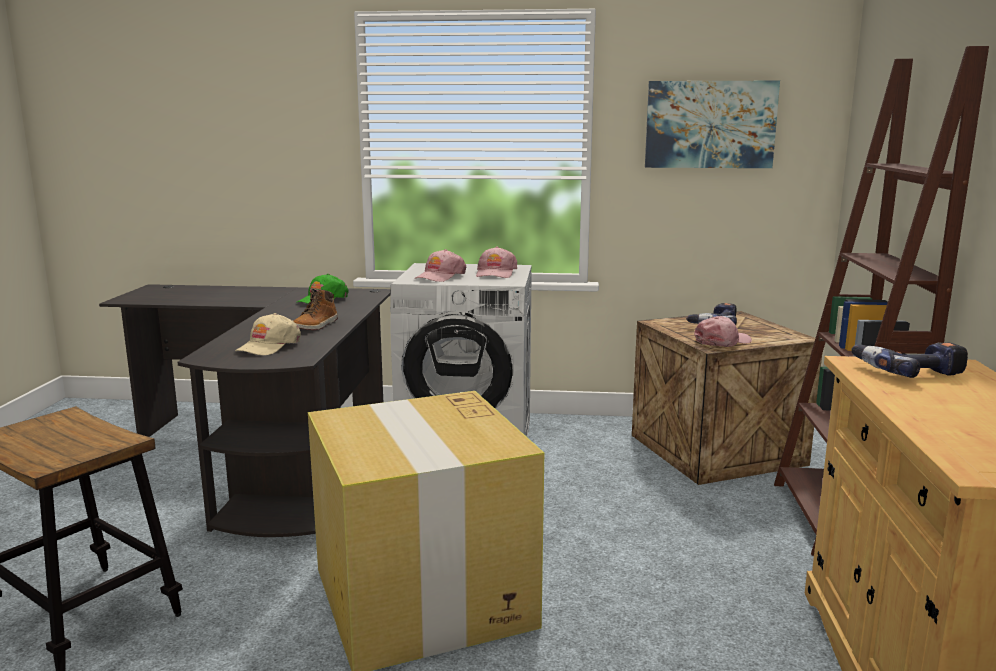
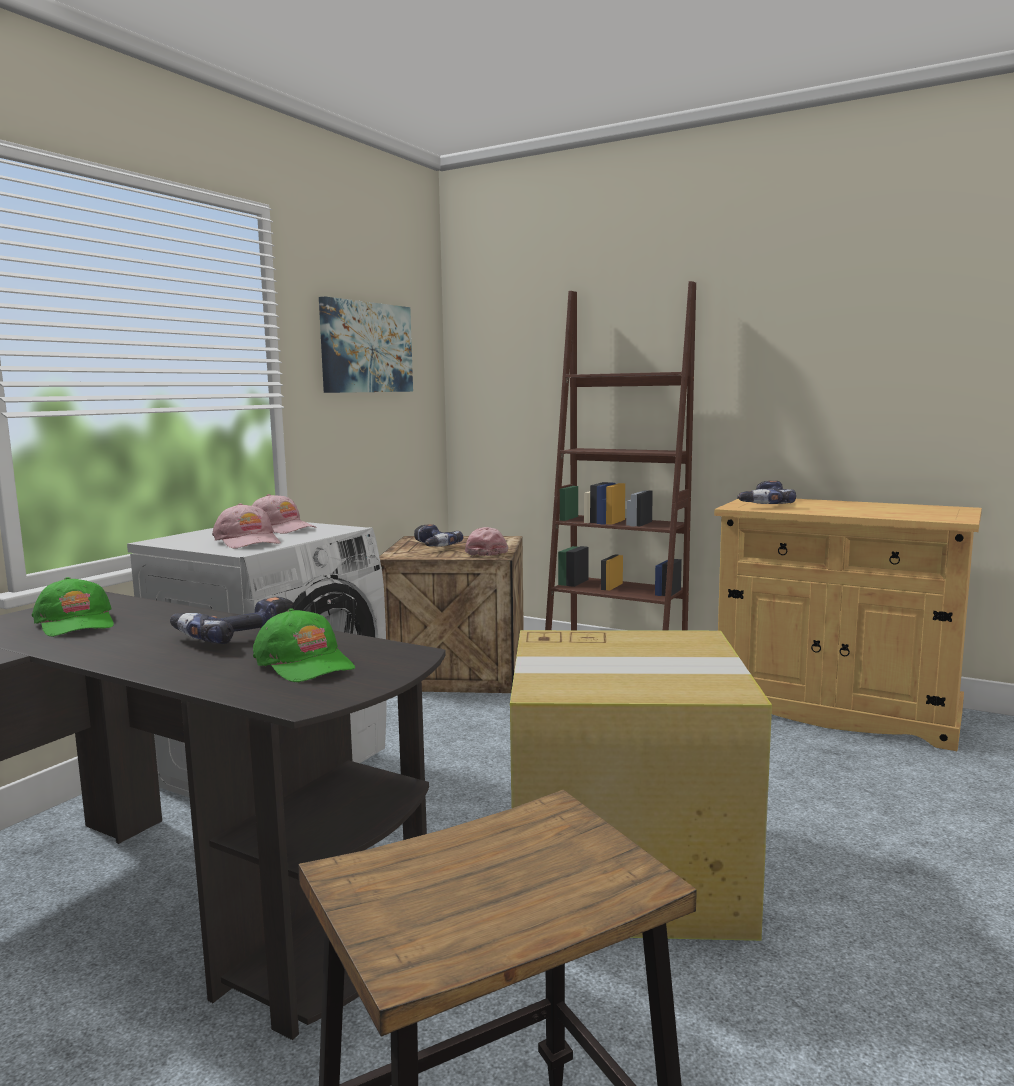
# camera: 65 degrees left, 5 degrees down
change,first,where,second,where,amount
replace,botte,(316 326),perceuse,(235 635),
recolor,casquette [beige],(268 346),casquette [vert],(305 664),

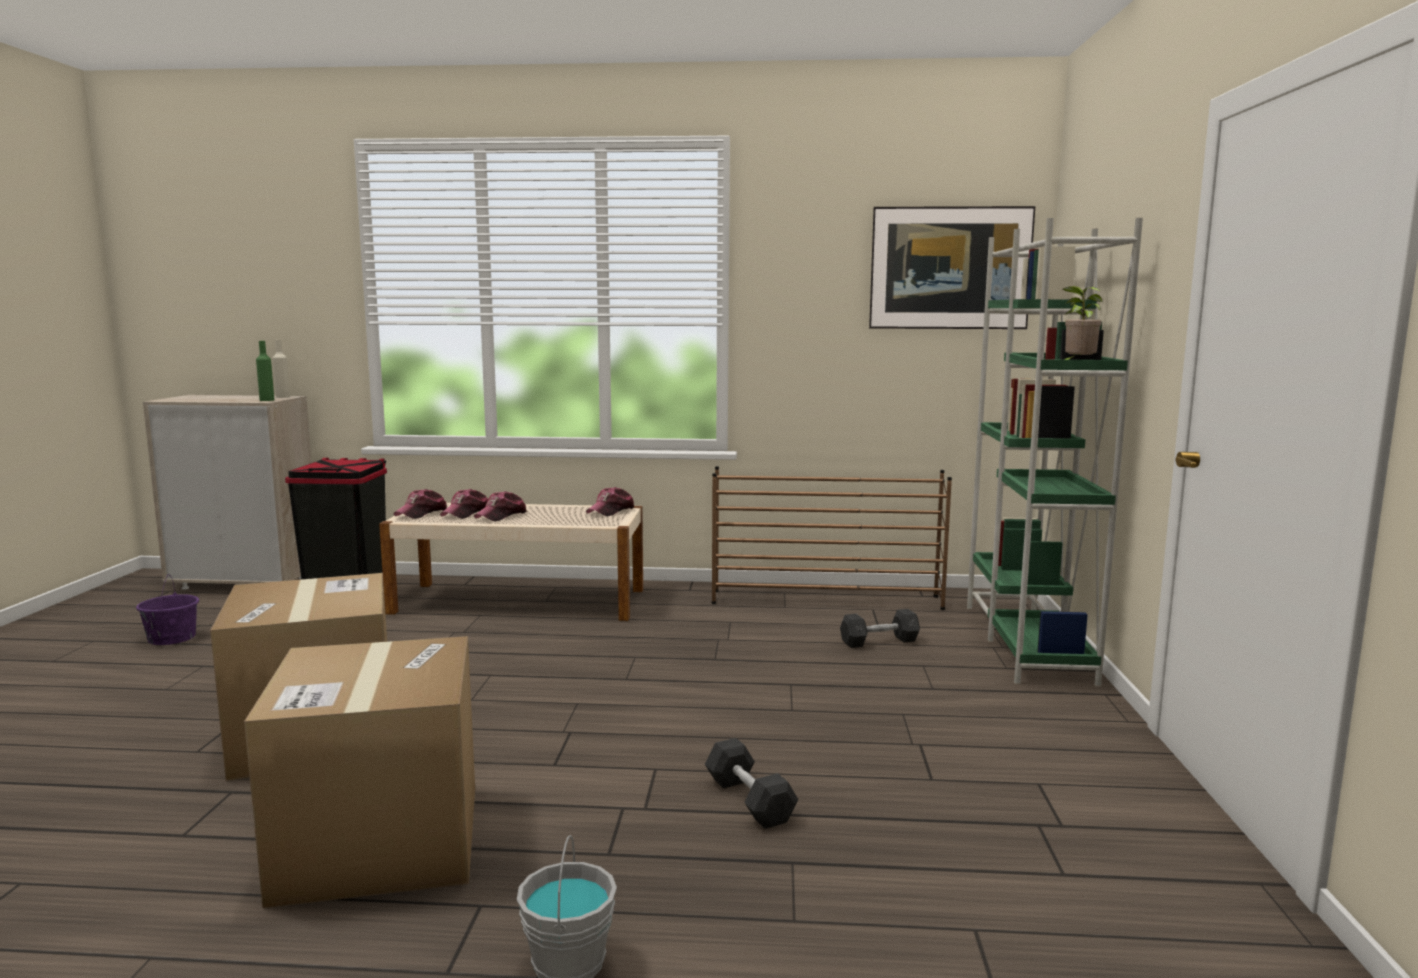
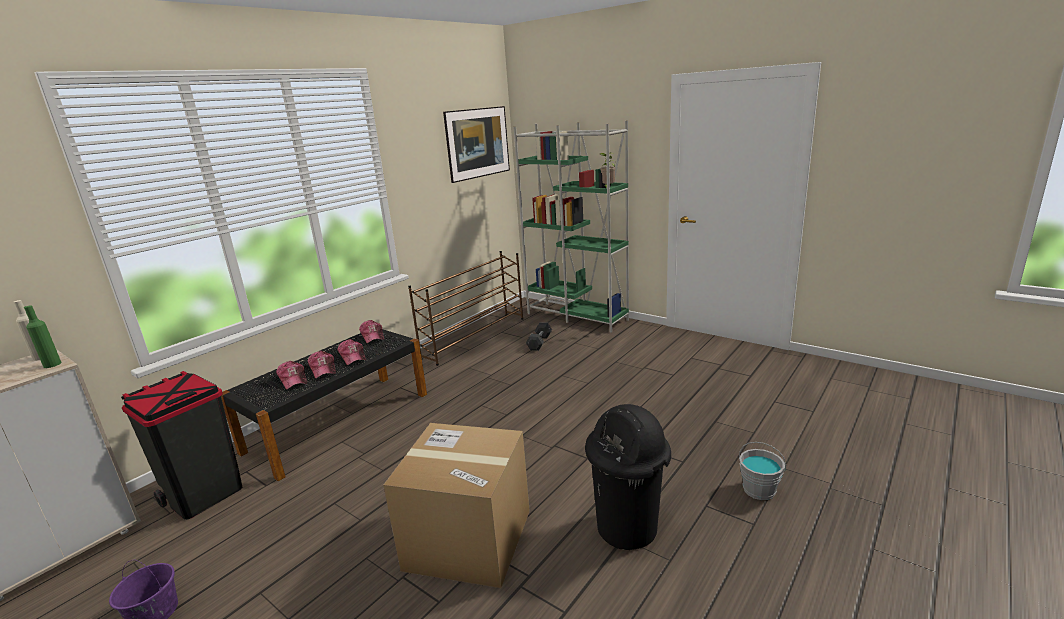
# camera: 55 degrees left, 10 degrees up
change,first,where,second,where,amount
delete,haltère [gris],(749 800),,,
move,casquette,(421 513),,(353 357),
replace,carton,(380 841),poubelle [noir],(628 529),
recolor,banc [beige],(520 601),banc [noir],(338 422),

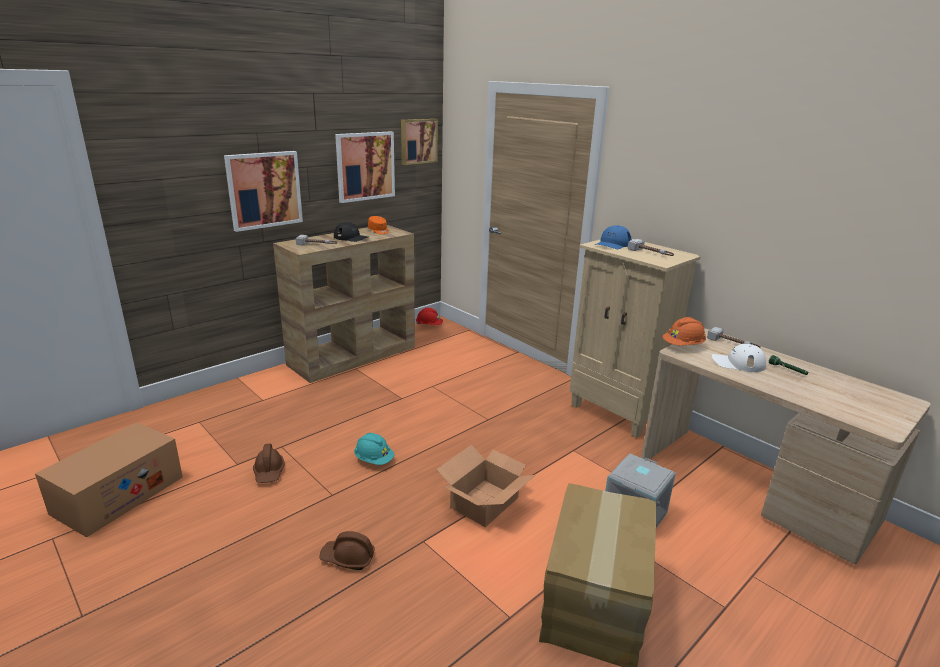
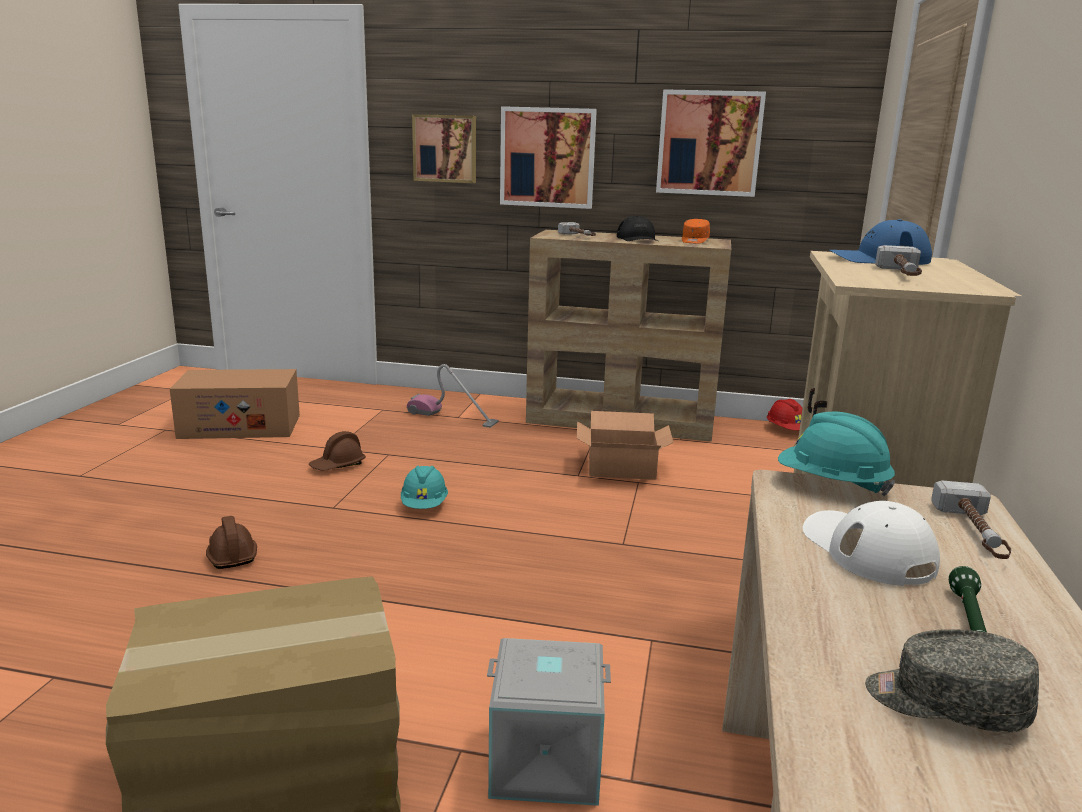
# camera: 55 degrees right, 5 degrees down
change,first,where,second,where,amount
insert,,,aspirateur,(452 417),
insert,,,casquette [gris],(945 704),
move,tableau,(418 141),,(445 148),
move,carton,(485 502),,(622 468),
recolor,casque de chantier [orange],(683 346),casque de chantier [turquoise],(831 485),

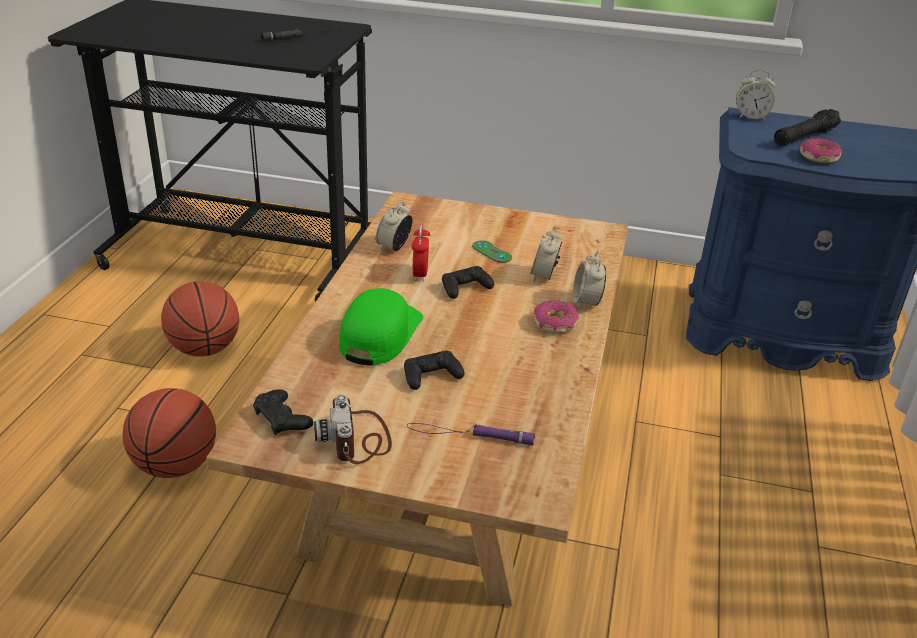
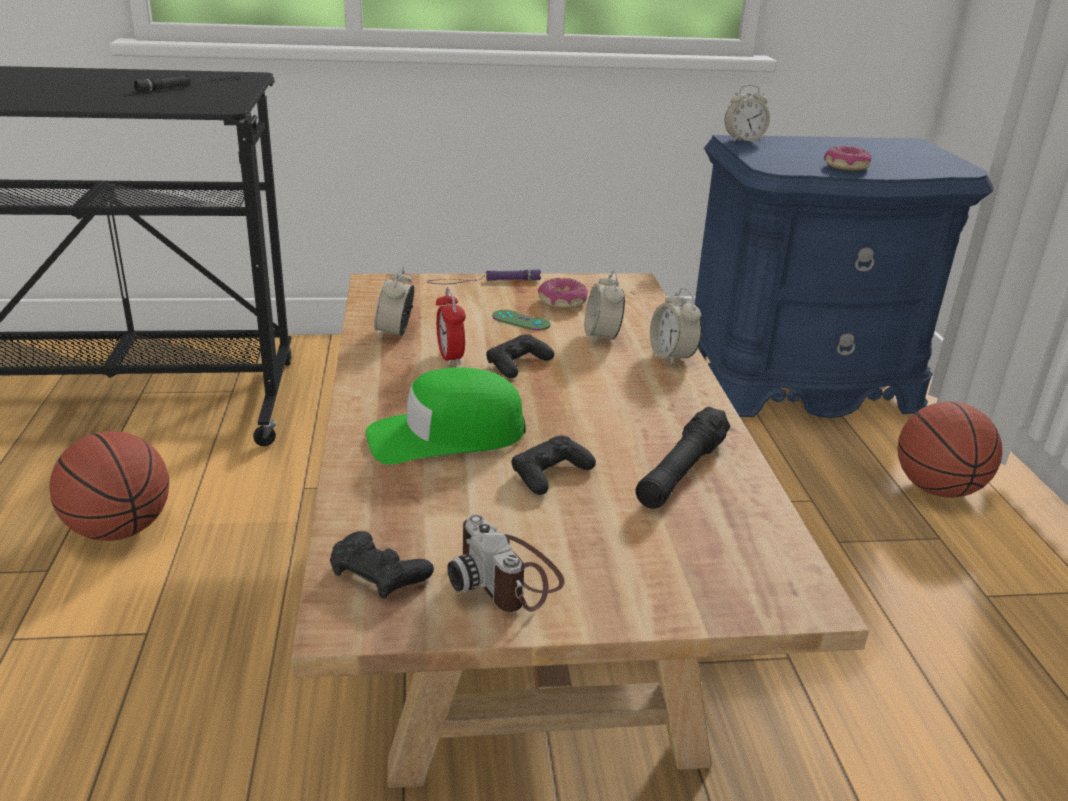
# camera: 20 degrees left, 5 degrees down
change,first,where,second,where,amount
move,ballon de basket,(176 466),,(937 489),
move,lampe de poche [violet],(469 435),,(483 281),
move,beignet,(554 324),,(562 302),
move,lampe de poche [noir],(804 137),,(681 472),
rotate,casquette [vert],(380 334),,(446 435),105 degrees counterclockwise

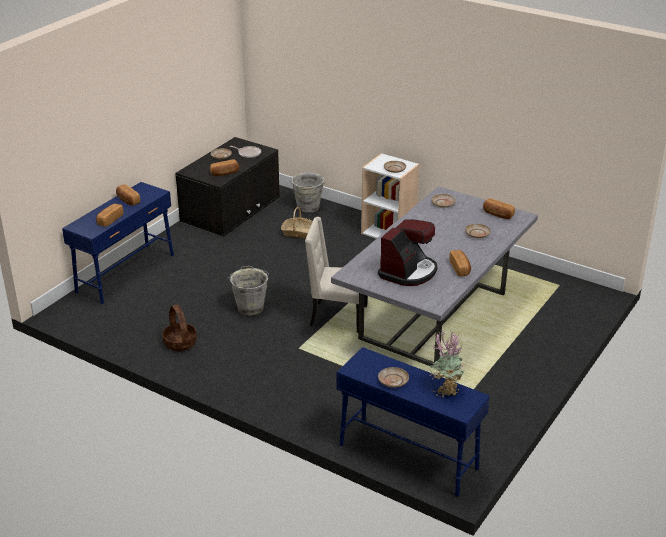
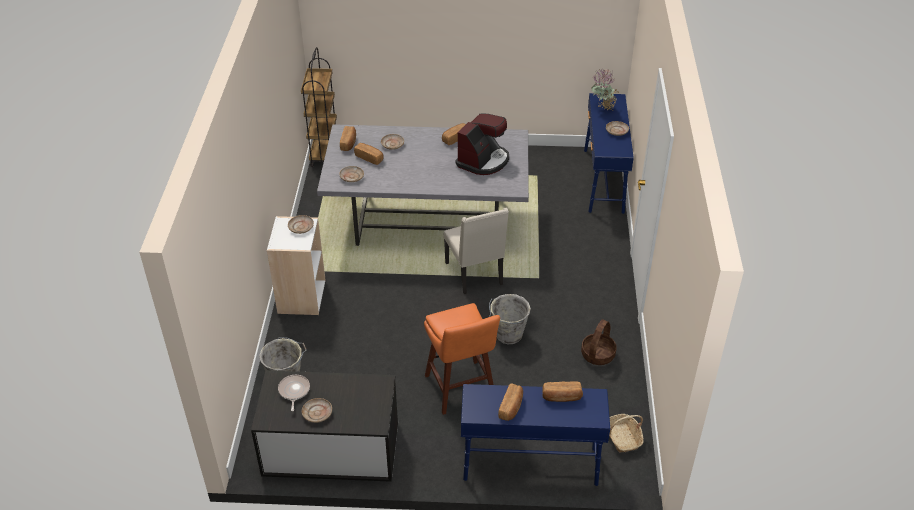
# camera: 120 degrees left, 10 degrees up
change,first,where,second,where,amount
insert,,,chariot [marron],(324 155),
insert,,,tabouret [orange],(461 389),
move,pain,(225 173),,(369 158),
move,panier,(298 232),,(622 438),
rotate,machine à café,(408 272),,(483 161),120 degrees clockwise

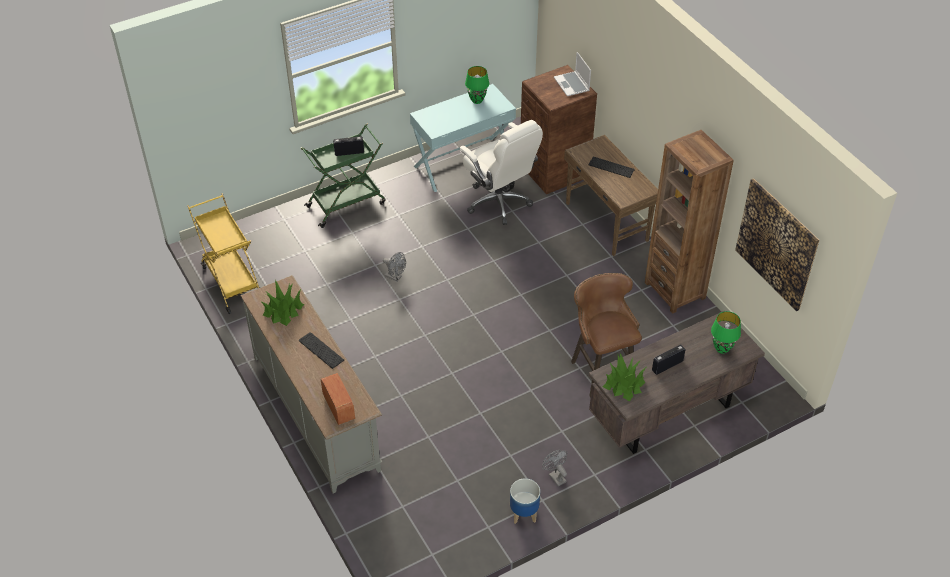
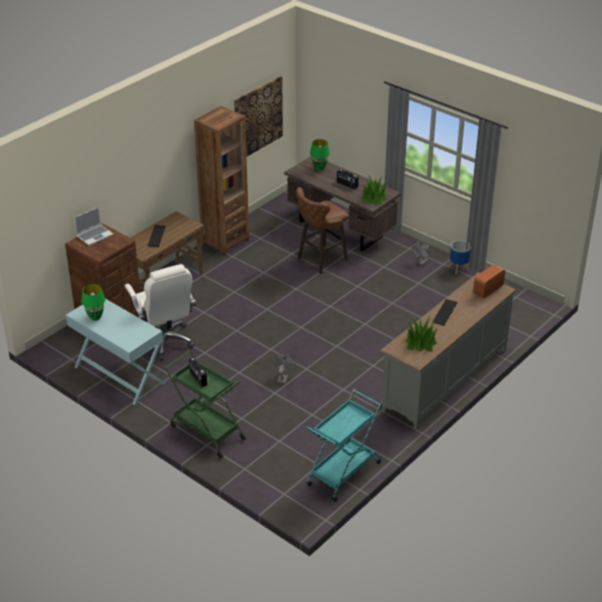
# camera: 110 degrees left, 10 degrees down
change,first,where,second,where,amount
recolor,chariot [jaune],(232 283),chariot [turquoise],(343 474),
rotate,chaise de bureau [blanc],(499 203),,(165 342),120 degrees clockwise

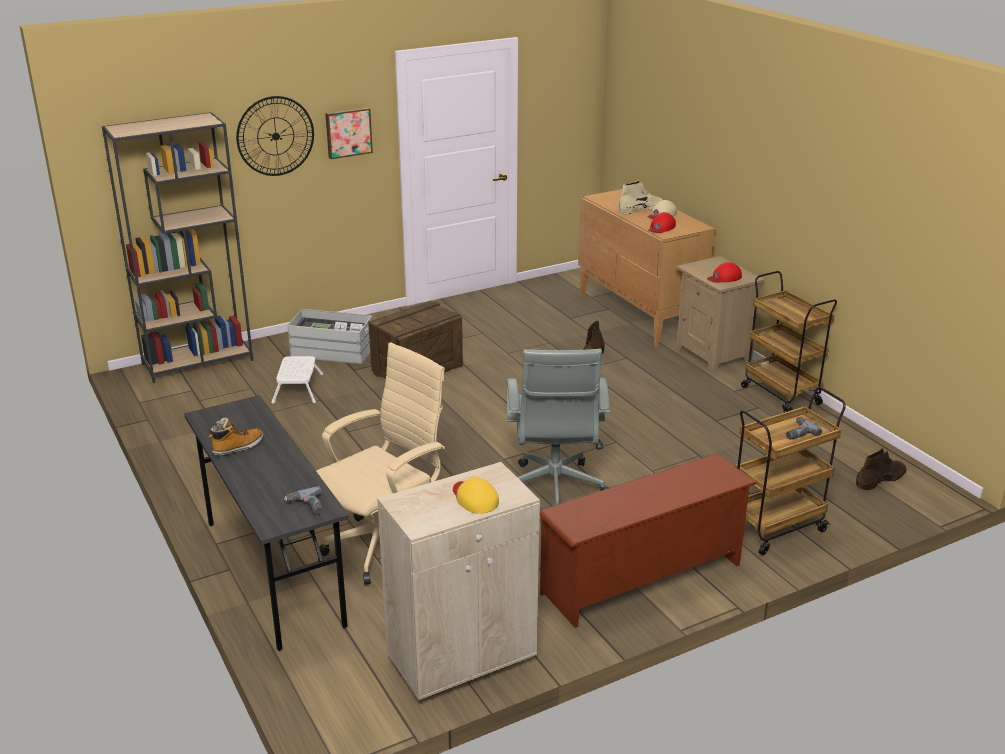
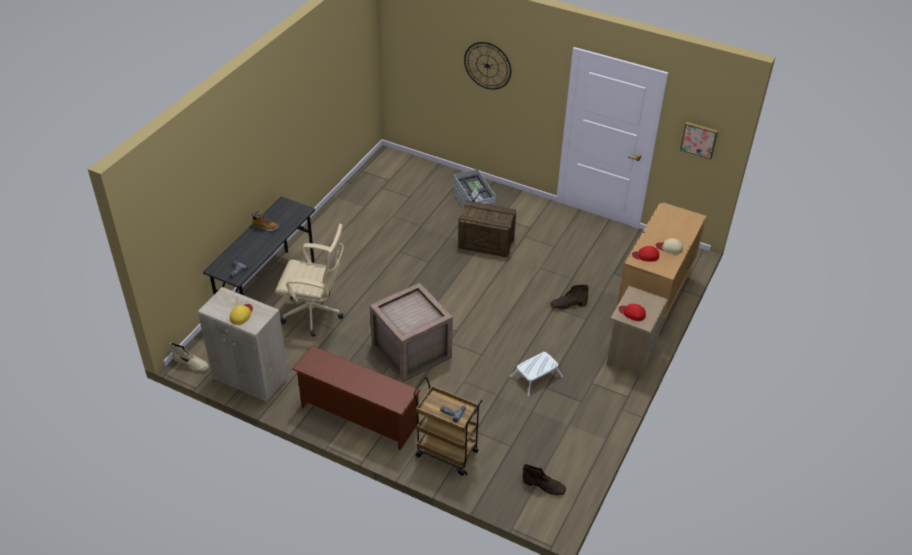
# camera: 55 degrees right, 15 degrees up
change,first,where,second,where,amount
delete,bibliothèque,(198 362),,,
delete,chariot [marron],(781 395),,,
move,escabeau [blanc],(298 388),,(536 376),
move,tableau,(348 132),,(699 139),
move,botte [beige],(641 209),,(191 364),
replace,chaise de bureau [gris],(555 491),caisse,(410 351),

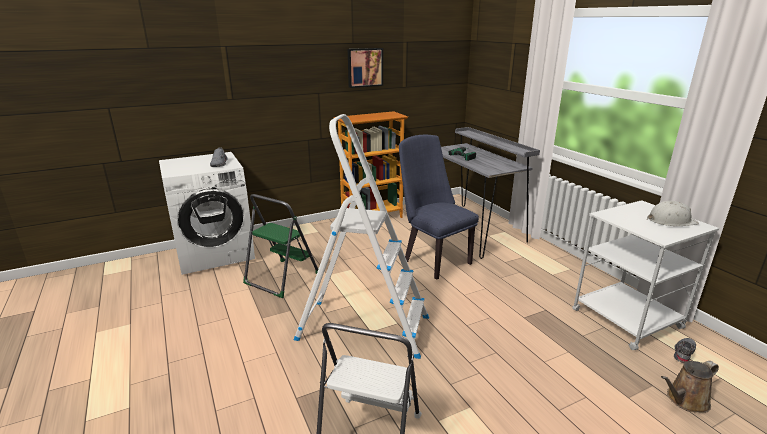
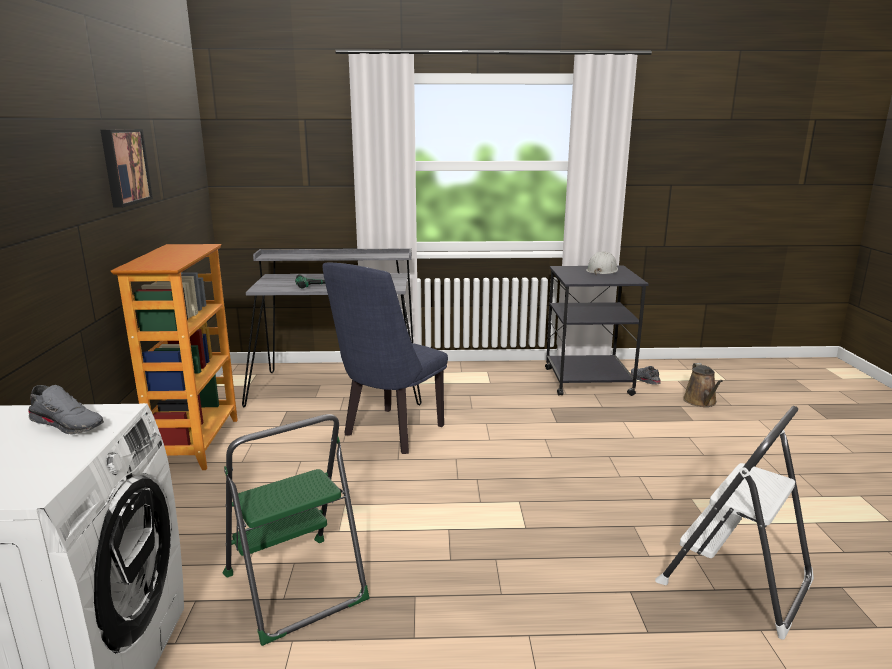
# camera: 65 degrees left, 5 degrees down
change,first,where,second,where,amount
delete,escabeau [blanc],(364 328),,,
recolor,chariot [blanc],(627 320),chariot [noir],(589 381),
rotate,chaise [bleu],(433 260),,(390 434),45 degrees counterclockwise

